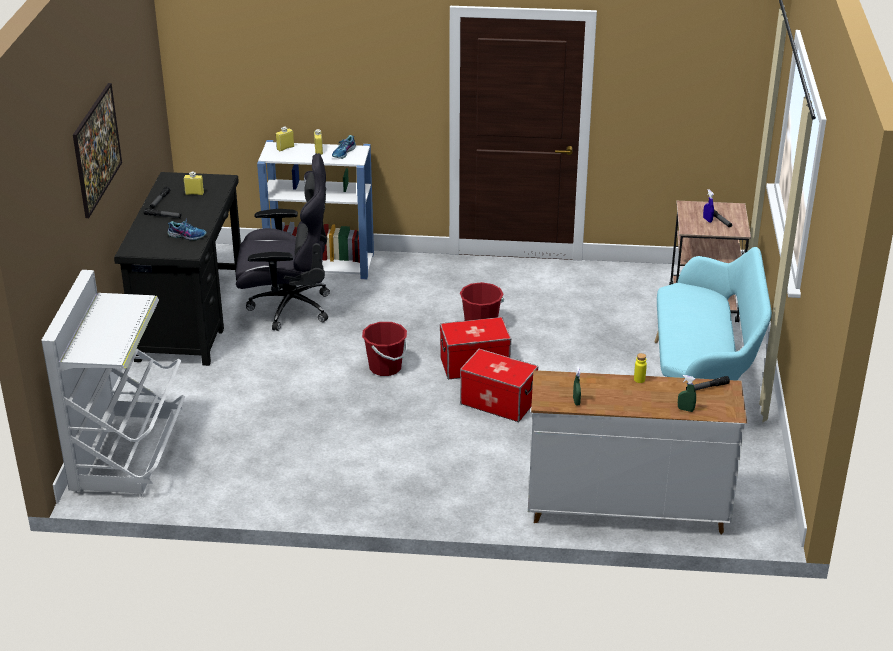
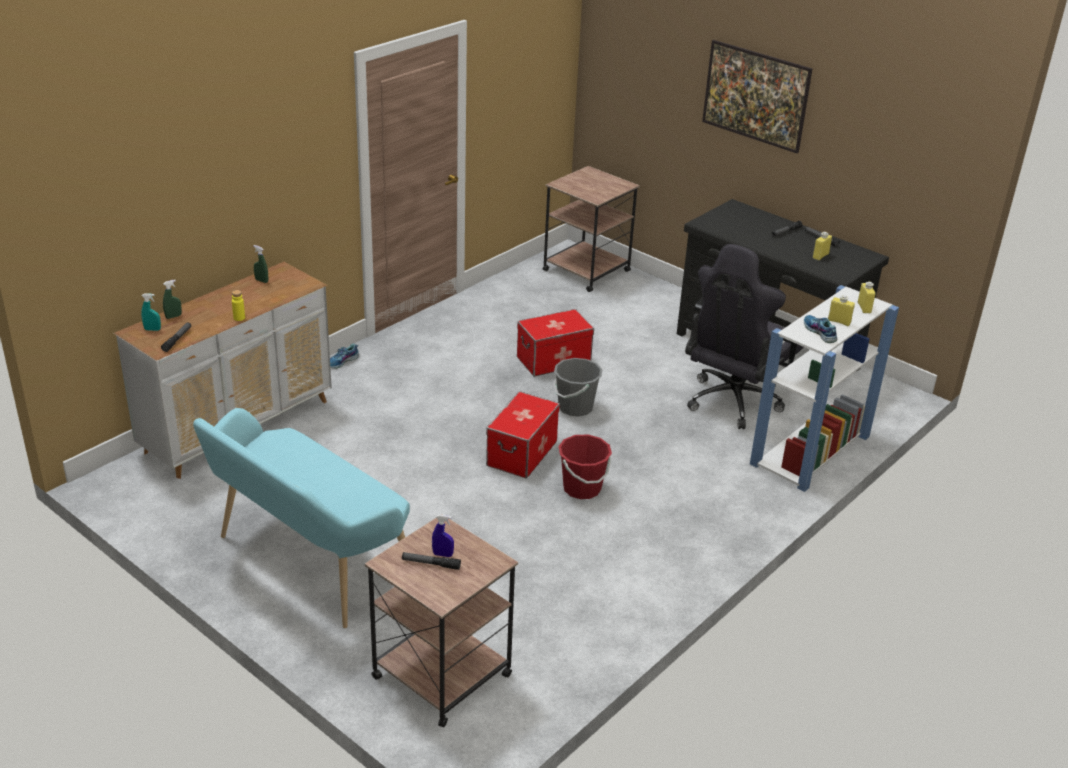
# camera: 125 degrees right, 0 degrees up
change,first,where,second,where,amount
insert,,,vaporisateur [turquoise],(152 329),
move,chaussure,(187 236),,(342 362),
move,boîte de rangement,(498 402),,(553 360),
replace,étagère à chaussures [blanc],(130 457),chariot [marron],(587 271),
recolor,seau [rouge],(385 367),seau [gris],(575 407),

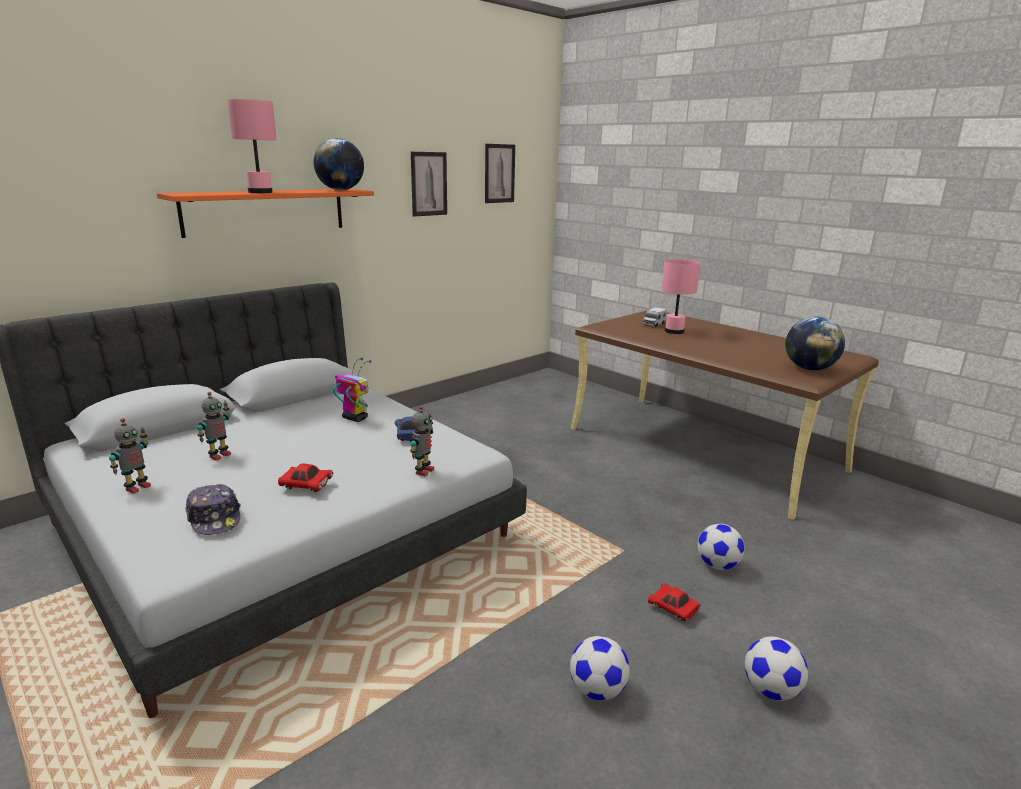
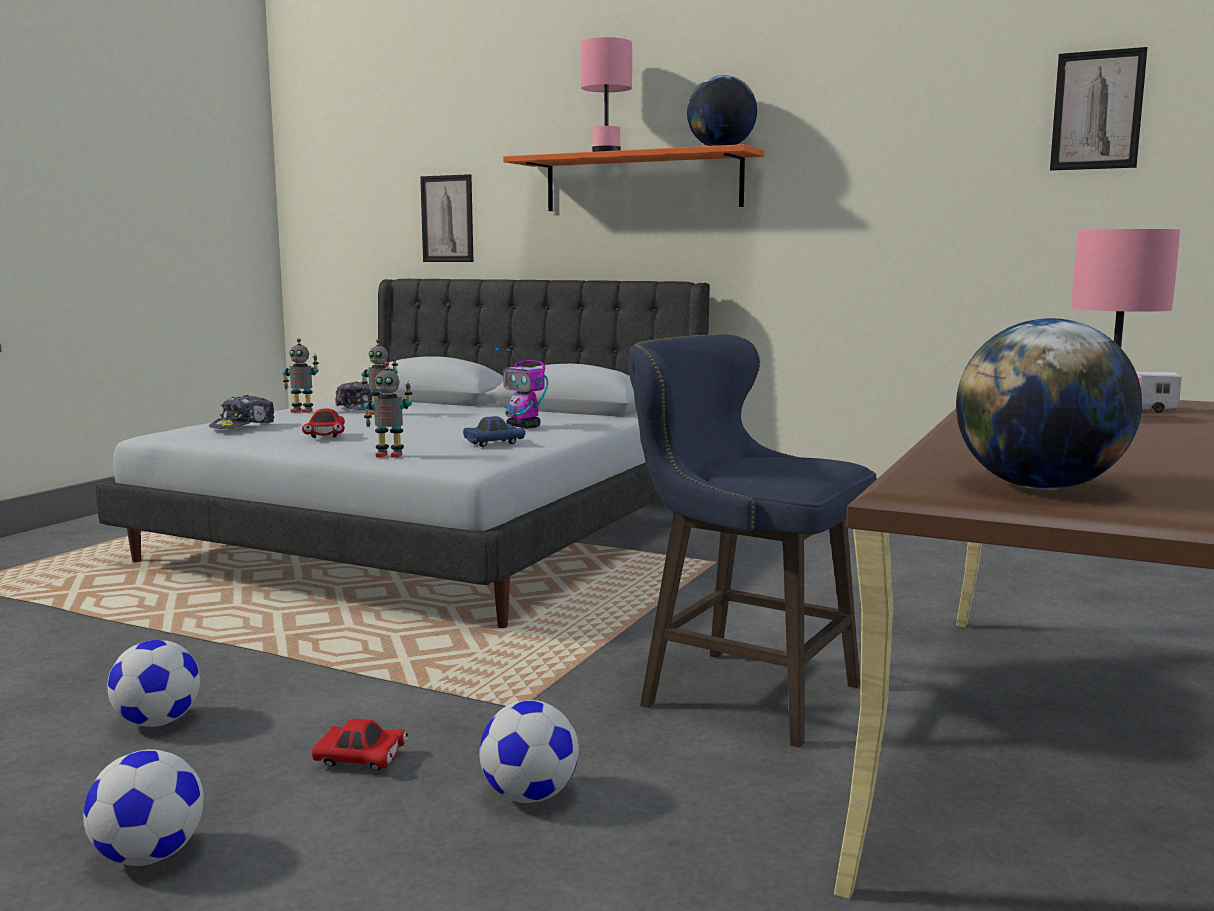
# camera: 70 degrees right, 10 degrees down
change,first,where,second,where,amount
insert,,,casquette,(359 407),
insert,,,tabouret [bleu],(741 692),
move,tableau,(429 184),,(447 219),
rotate,robot jouet,(354 418),,(524 427),120 degrees clockwise
rotate,petite voiture [rouge],(673 609),,(360 761),75 degrees clockwise

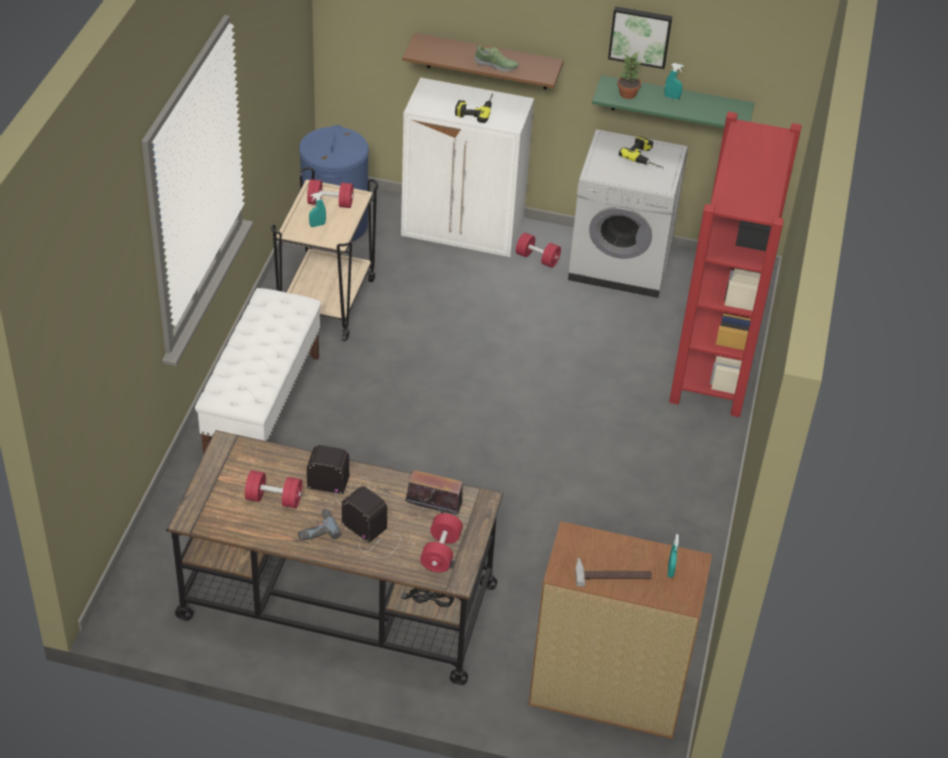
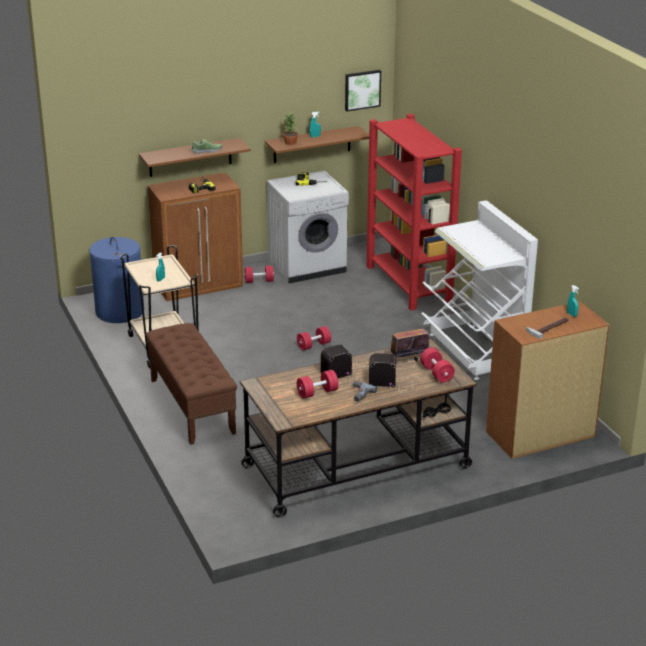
# camera: 35 degrees left, 15 degrees down
change,first,where,second,where,amount
insert,,,étagère à chaussures [blanc],(472 351),
move,haltère [rouge],(330 203),,(314 345),
move,tableau,(640 36),,(362 89),
recolor,banc [blanc],(263 406),banc [marron],(192 406),
recolor,meuble de rangement [blanc],(463 228),meuble de rangement [marron],(199 284),
recolor,étagère [vert],(674 104),étagère [marron],(312 144),

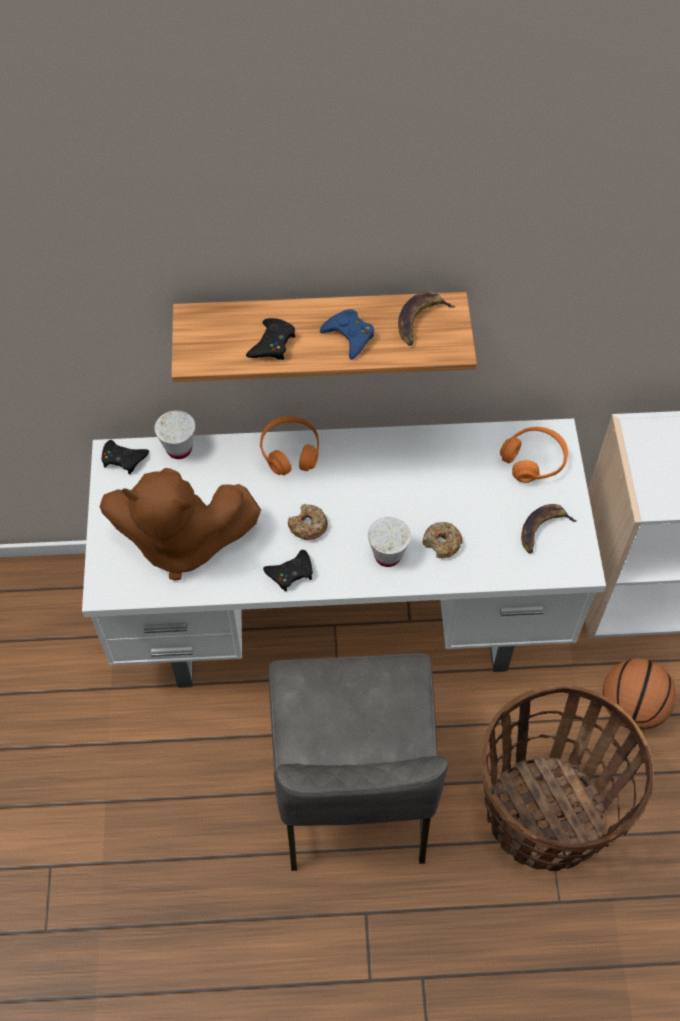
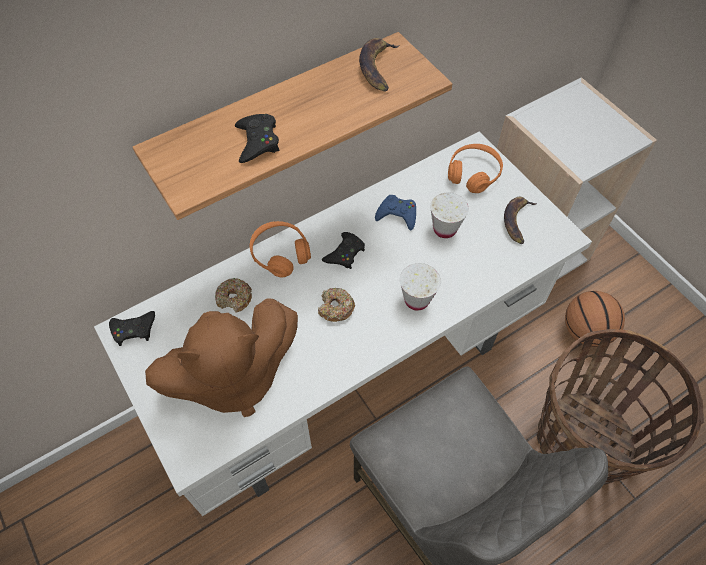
# camera: 30 degrees left, 0 degrees up
change,first,where,second,where,amount
move,tasse [blanc],(179 449),,(444 229),
move,manette [noir],(291 573),,(345 253),
move,manette [bleu],(349 336),,(397 215),
move,beignet,(442 543),,(234 298),

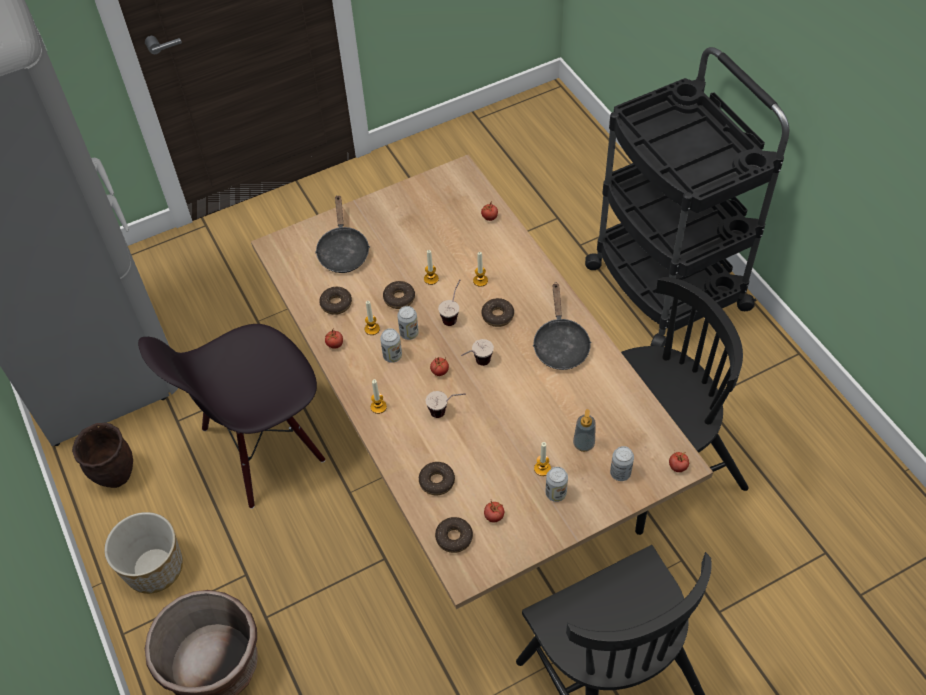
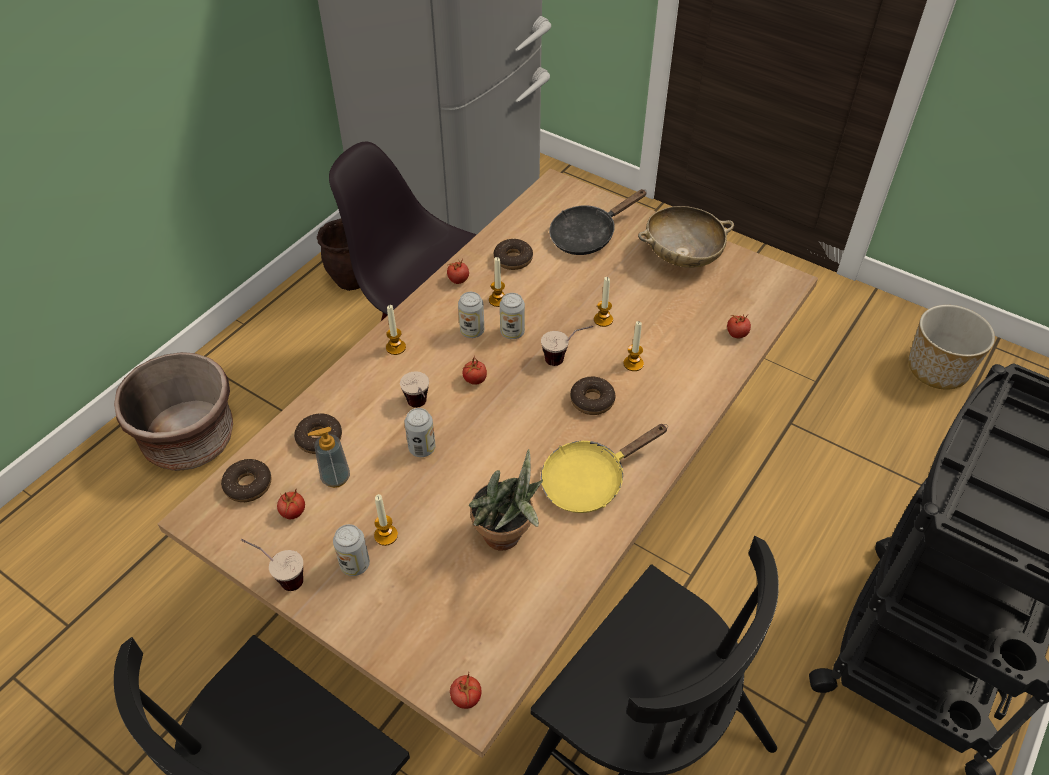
# camera: 60 degrees right, 5 degrees down
change,first,where,second,where,amount
delete,beignet,(399 298),,,
insert,,,plante en pot,(507 538),
insert,,,bol [beige],(682 256),
move,cache-pot,(153 567),,(937 368),
move,tasse,(476 365),,(280 577),
move,distributeur de savon,(583 444),,(335 478),
move,boîte métallique,(620 473),,(422 448),
recolor,poêle [noir],(560 344),poêle [jaune],(590 480),

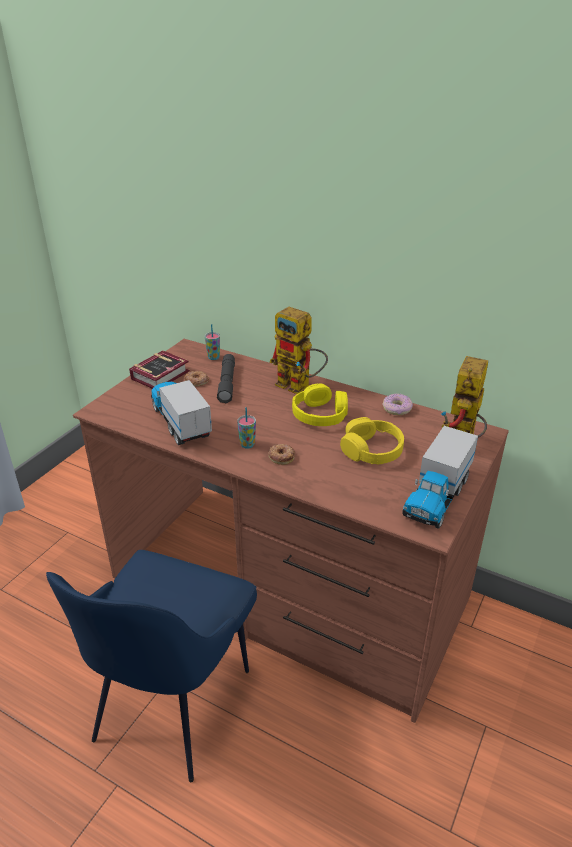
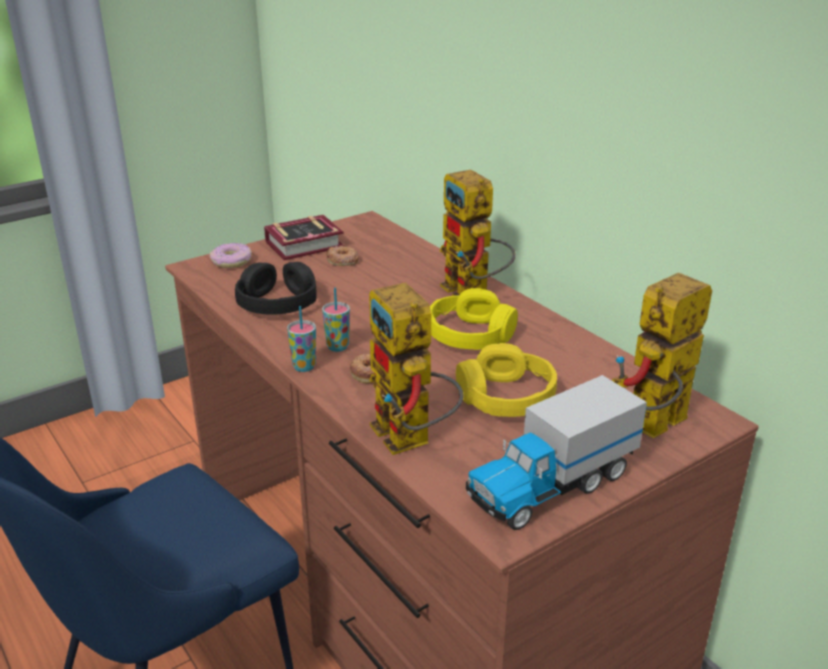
# camera: 25 degrees right, 5 degrees down
change,first,where,second,where,amount
delete,lampe de poche [gris],(227 383),,,
insert,,,robot jouet,(411 440),
move,tasse,(213 357),,(304 367),
move,beignet,(397 408),,(232 261),
replace,camion jouet,(180 423),casque audio [noir],(278 302),

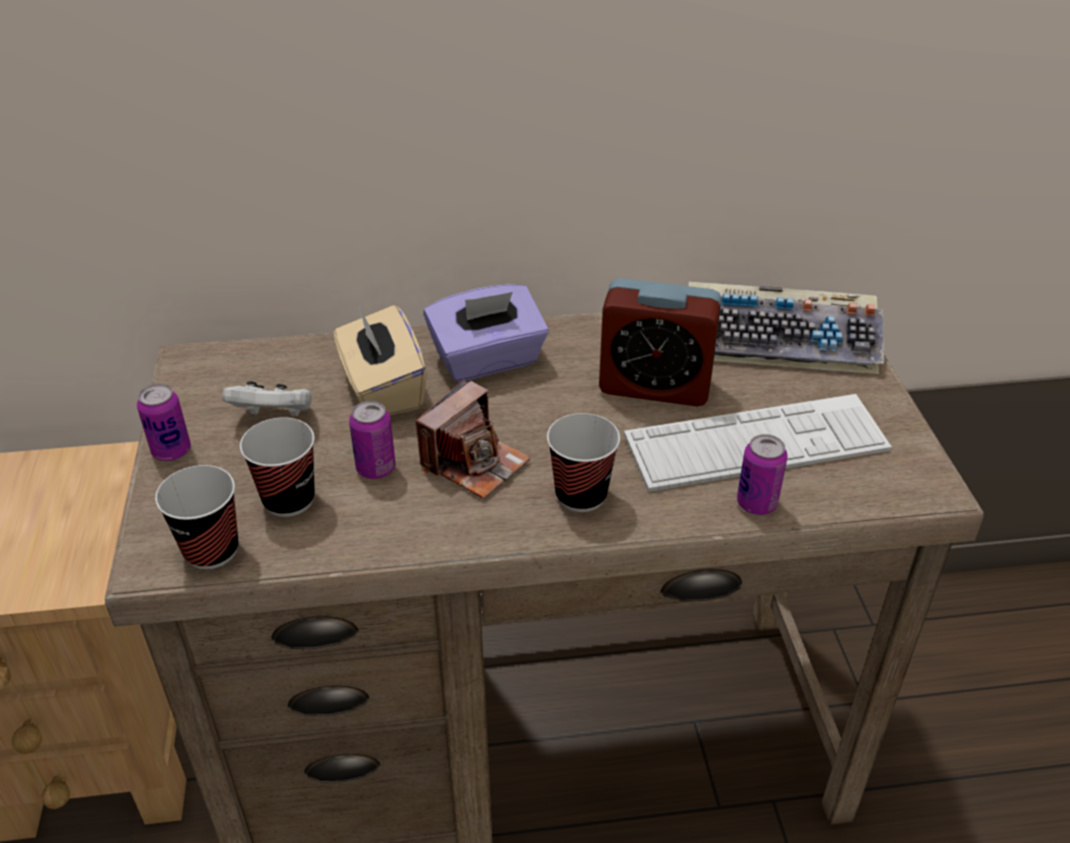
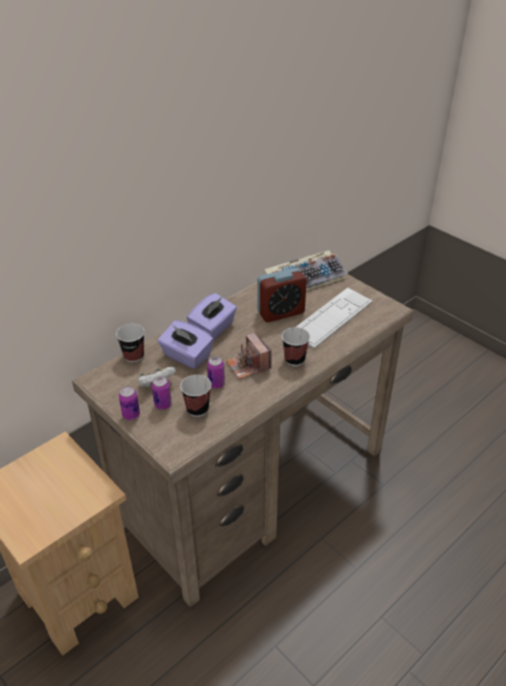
# camera: 35 degrees left, 0 degrees up
change,first,where,second,where,amount
move,tasse,(211 550),,(133 356),
move,boîte métallique,(756 503),,(163 404),
recolor,boîte à mouchoirs [beige],(382 390),boîte à mouchoirs [violet],(186 356),
rotate,appareil photo,(474 462),,(248 366),150 degrees clockwise

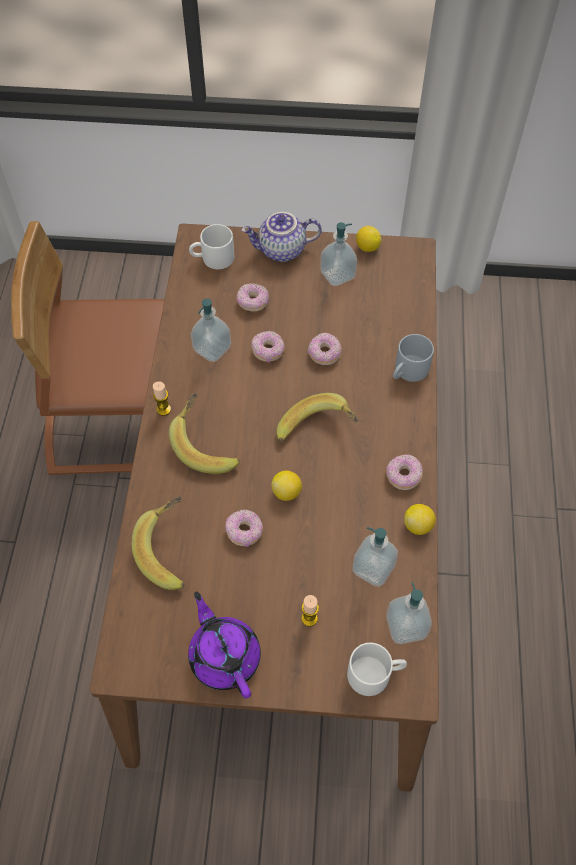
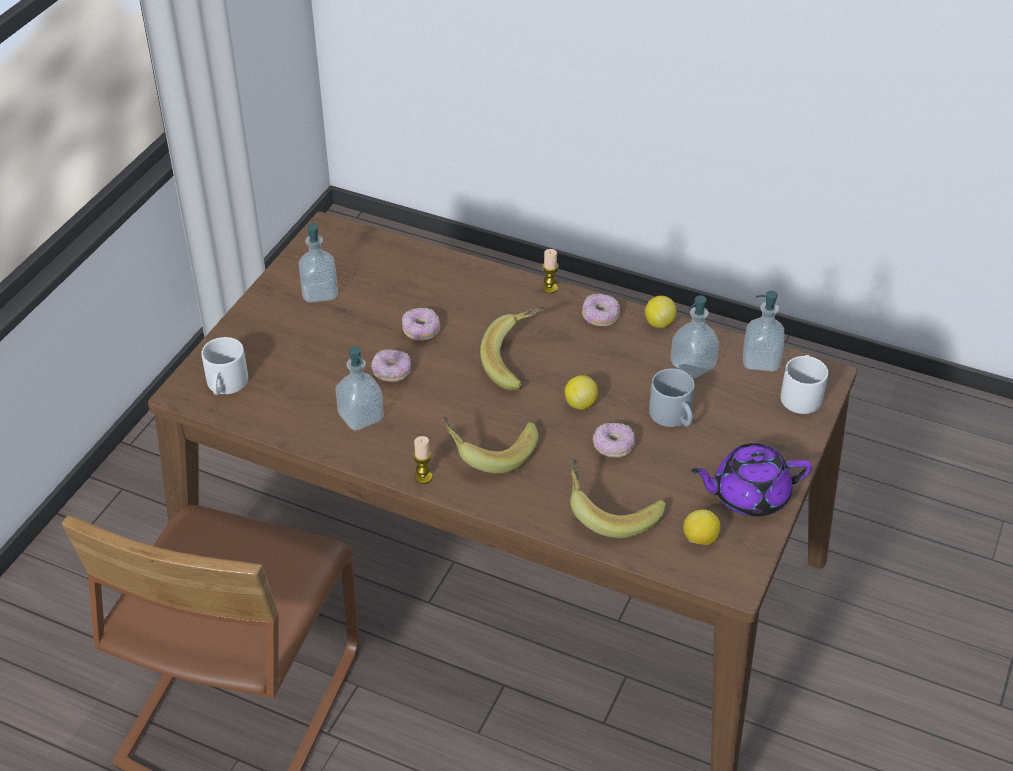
# camera: 70 degrees left, 15 degrees down
change,first,where,second,where,amount
delete,beignet,(253 302),,,
delete,théière,(281 251),,,
move,bougie,(309 618),,(549 288),
move,citron,(367 247),,(700 539),
move,mug [gris],(408 372),,(674 417),

